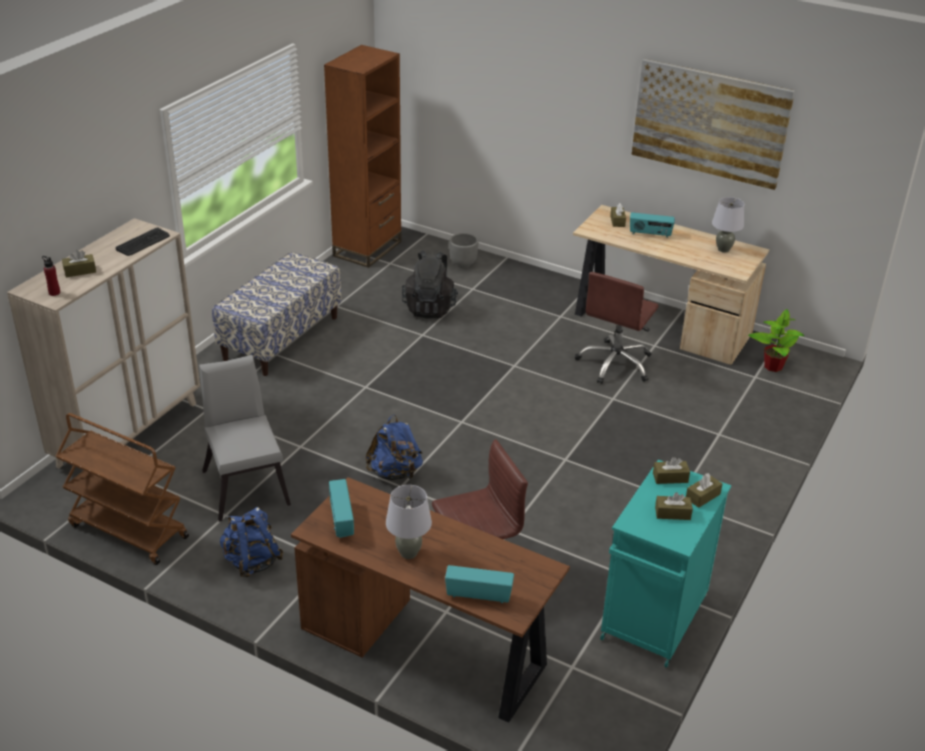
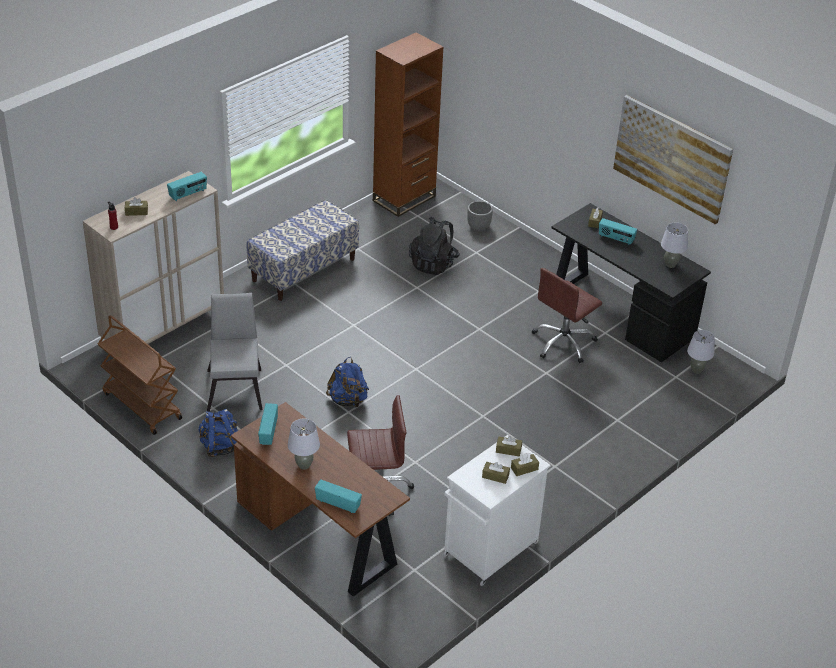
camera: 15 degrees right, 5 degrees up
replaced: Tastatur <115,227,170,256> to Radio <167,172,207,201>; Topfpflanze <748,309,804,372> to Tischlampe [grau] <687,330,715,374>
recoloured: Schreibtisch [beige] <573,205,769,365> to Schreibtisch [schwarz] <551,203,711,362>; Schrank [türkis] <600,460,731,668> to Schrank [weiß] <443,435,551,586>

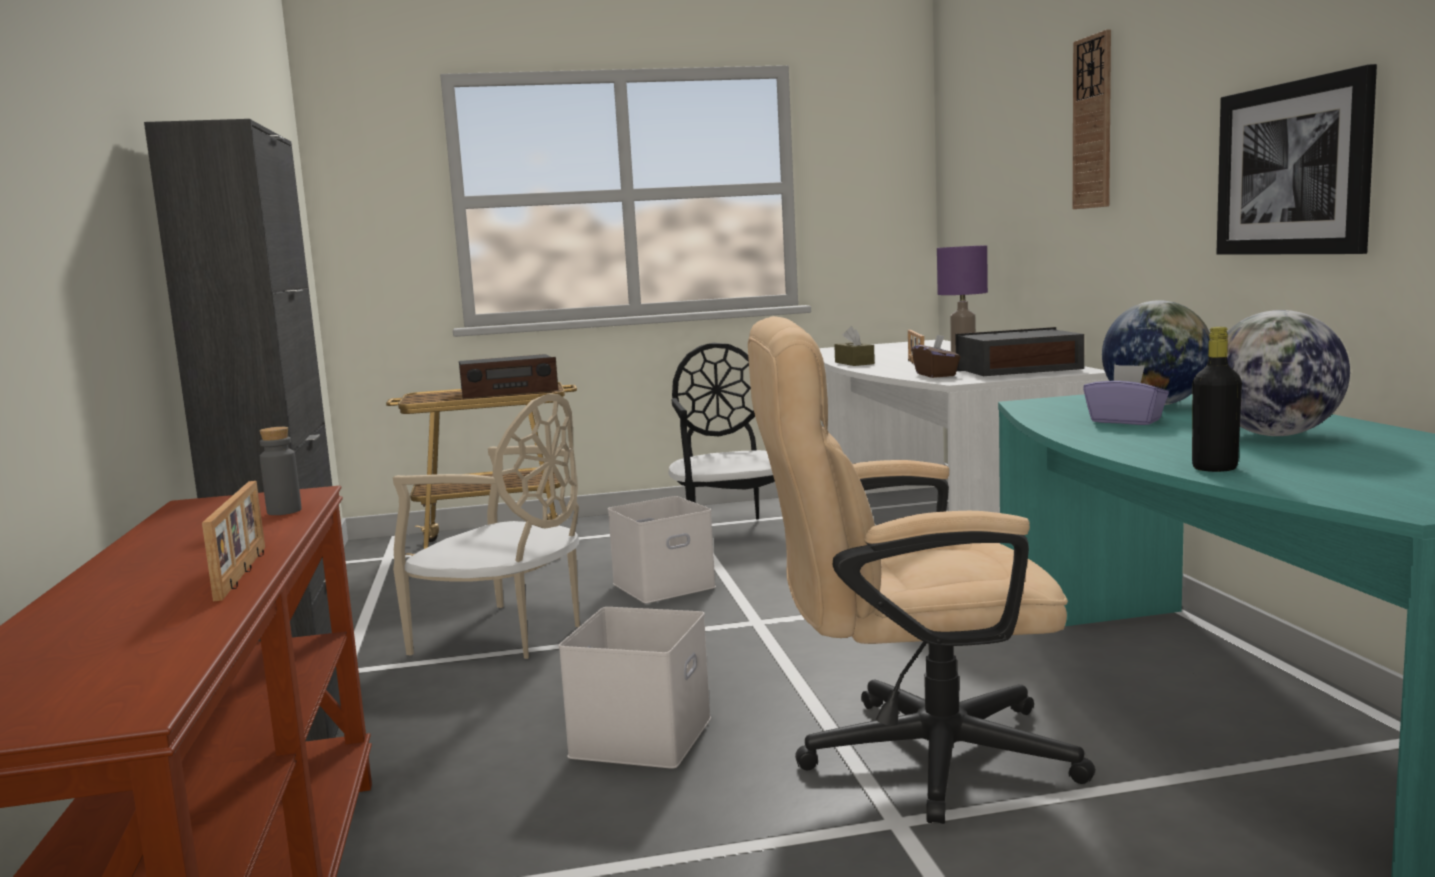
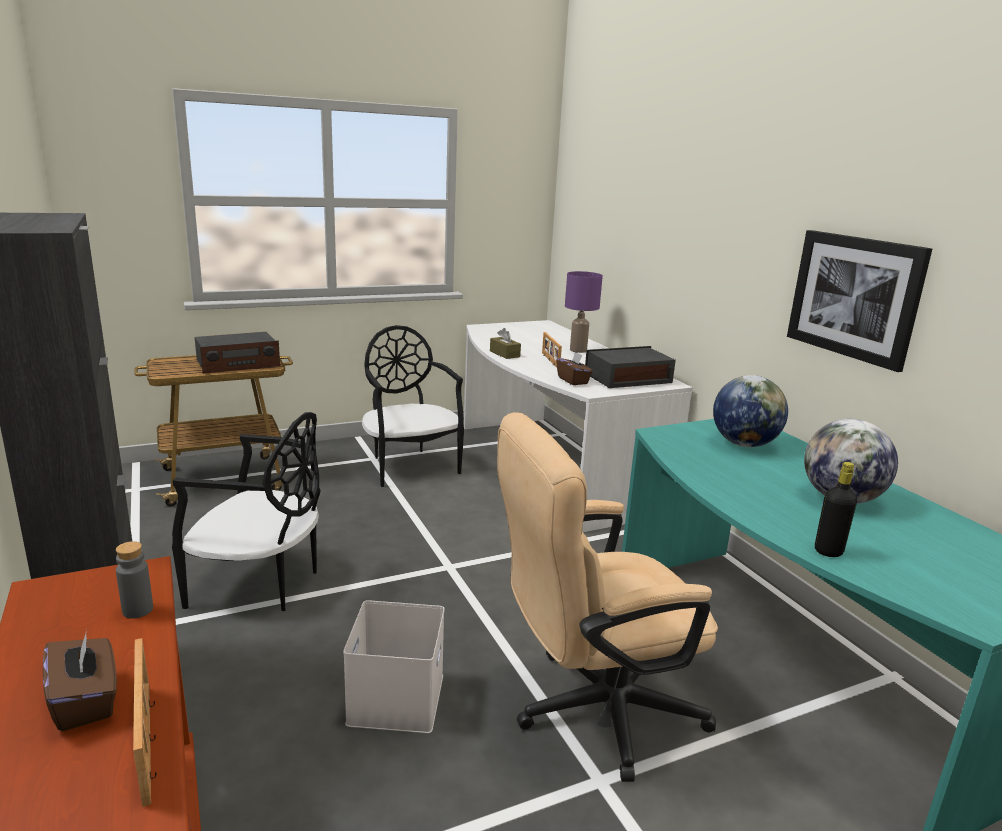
camera: 15 degrees left, 10 degrees up
removed: Aufbewahrungsbox [weiß] <608,496,716,603>; Wanduhr <1073,30,1111,209>; Taschentuchbox [lila] <1083,364,1169,425>
added: Taschentuchbox [braun] <43,630,117,732>
recoloured: Stuhl [beige] <393,393,580,659> to Stuhl [schwarz] <172,412,321,611>

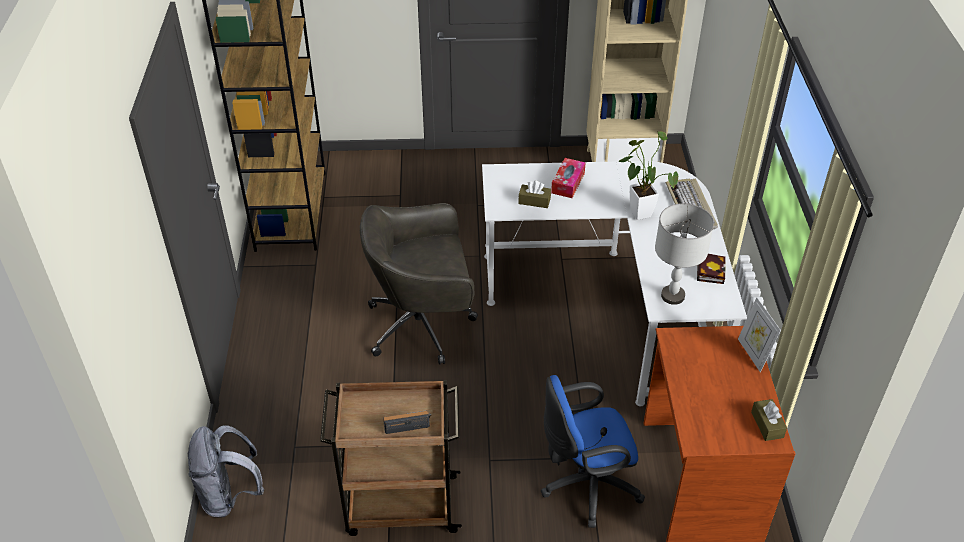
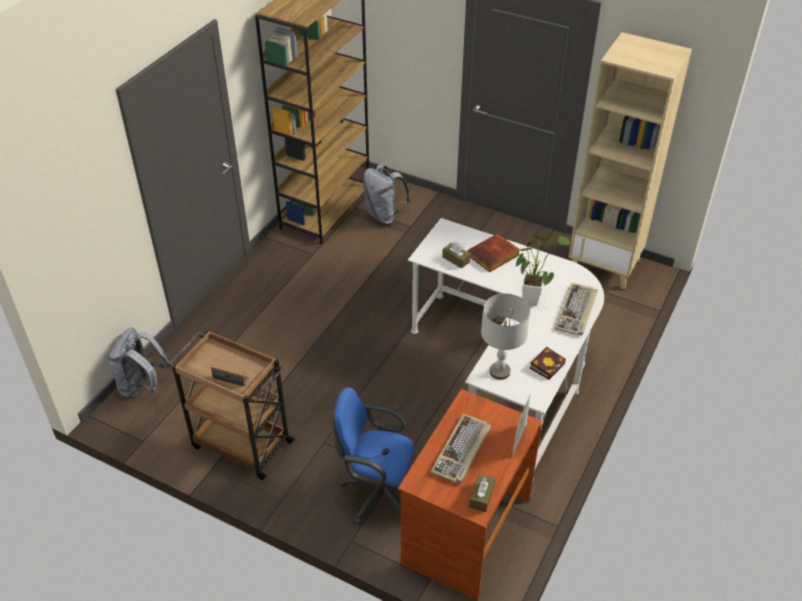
camera: 30 degrees right, 0 degrees up
removed: Bürostuhl [grau] <360,203,478,364>
added: Rucksack [grau] <363,165,411,224>; Tastatur <430,414,491,483>
replaced: Taschentuchbox <551,158,586,198> to Buch <467,233,520,272>

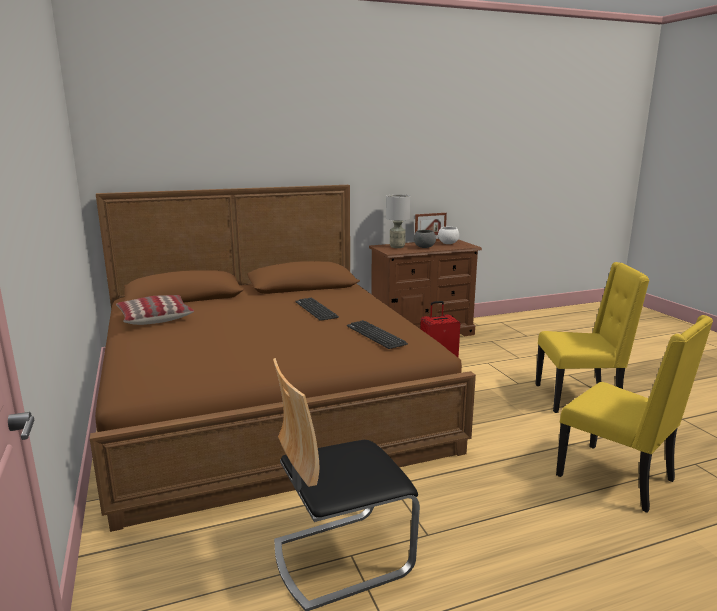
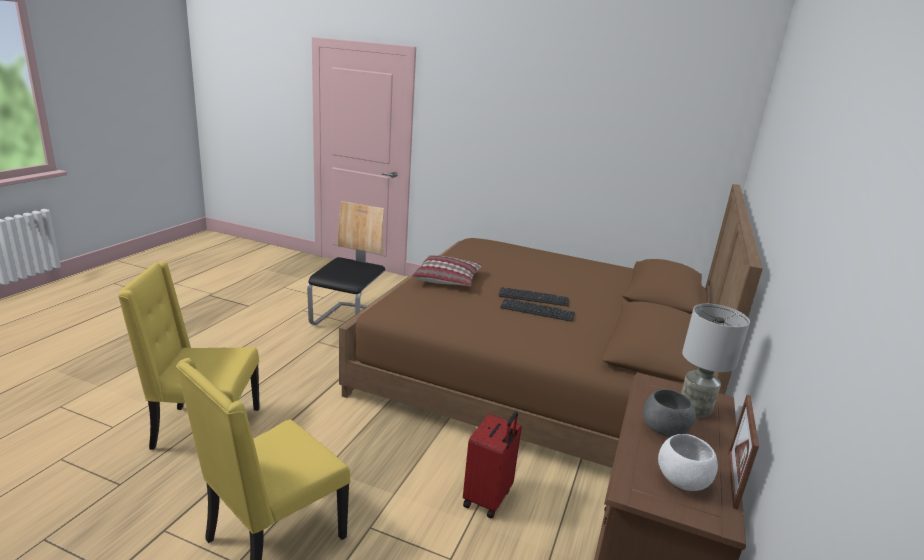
camera: 130 degrees right, 5 degrees up
moved: Kissen <116,295,194,325> to <412,255,483,286>; Tastatur <347,320,408,349> to <498,287,569,306>

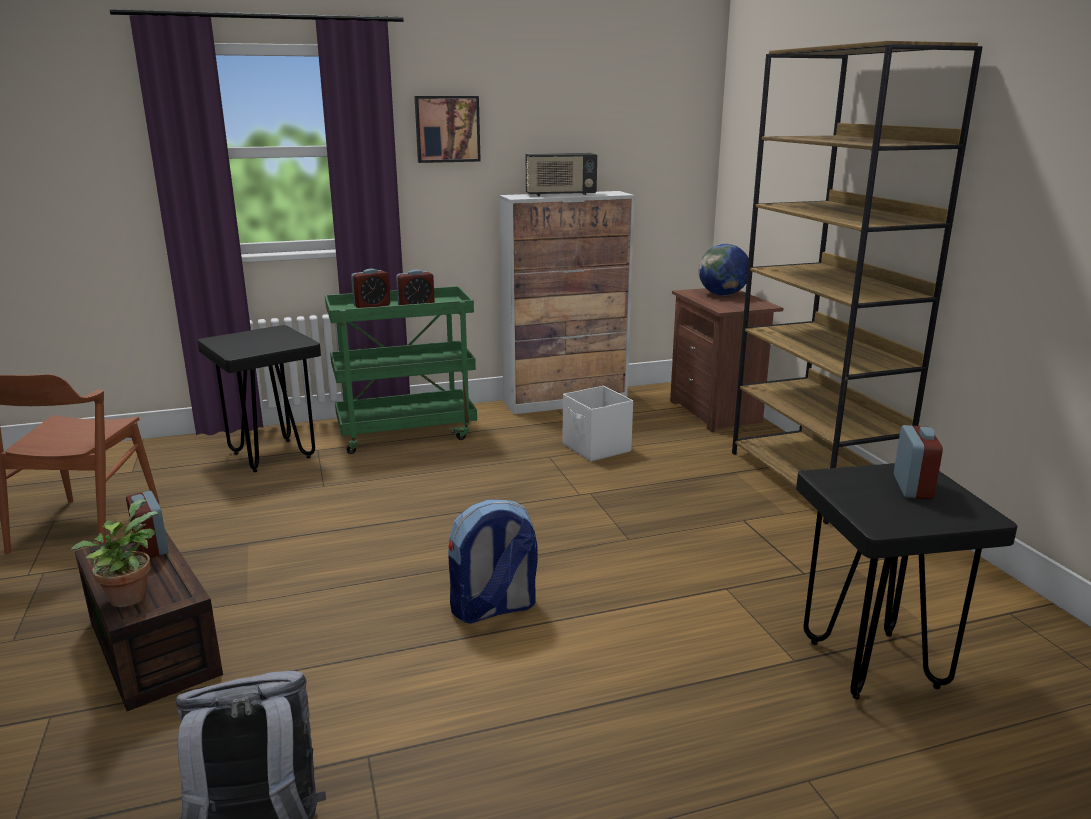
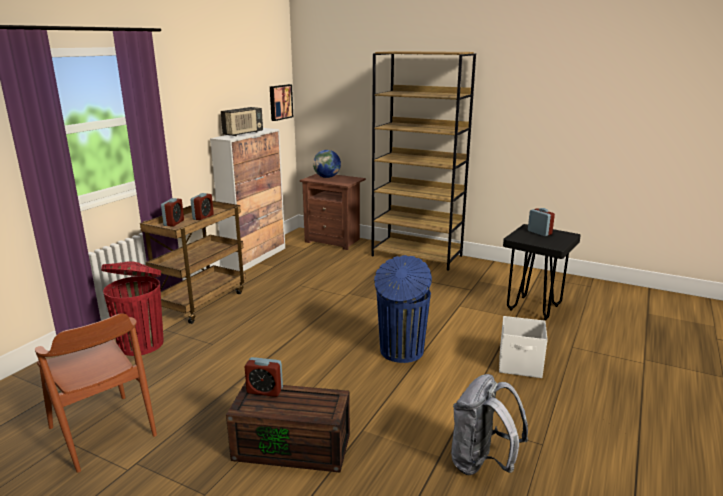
camera: 45 degrees left, 0 degrees up
removed: Topfpflanze <71,499,159,607>
moved: Bild <414,96,481,163> to <270,84,293,121>; Aufbewahrungsbox [weiß] <563,386,633,461> to <499,316,548,378>
replaced: Hocker [schwarz] <197,325,321,472> to Mülleimer [rot] <101,261,163,356>; Rucksack <448,500,538,624> to Mülleimer [blau] <374,255,432,363>
recoloured: Rollwagen [grün] <325,286,477,454> to Rollwagen [braun] <140,201,246,324>

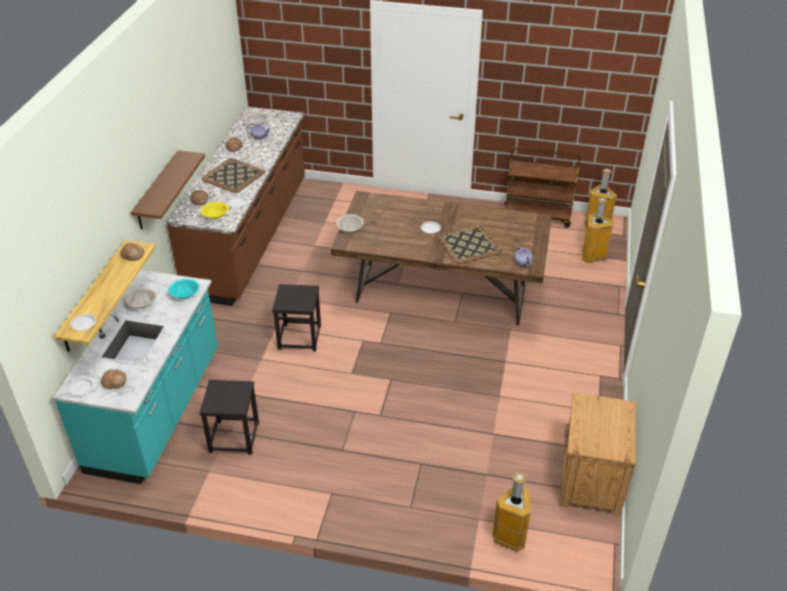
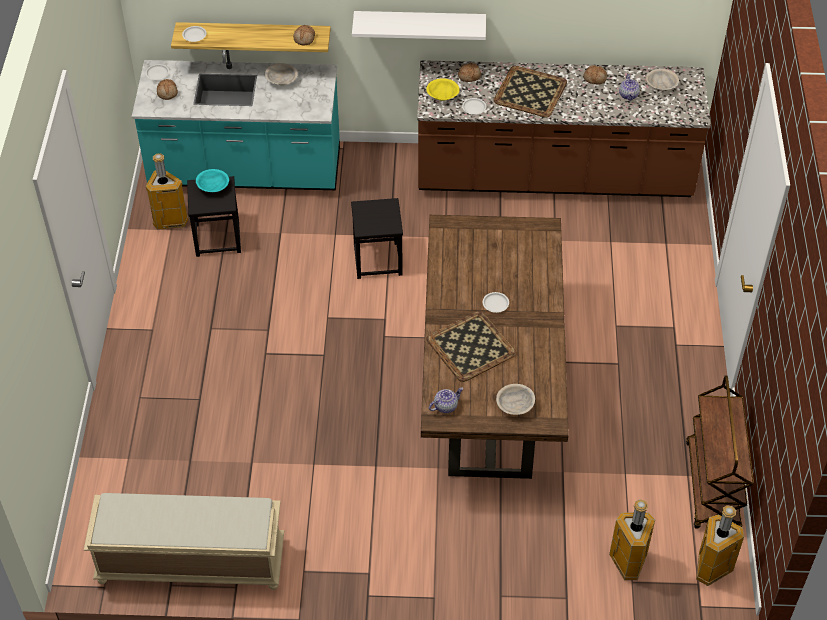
camera: 80 degrees right, 10 degrees up
moved: Schüssel [türkis] <168,279,200,299> to <196,169,229,192>; Schüssel [beige] <336,214,363,232> to <496,384,535,415>; Mülleimer <493,473,531,552> to <146,153,189,230>
replaced: Nachttisch [braun] <559,392,636,516> to Bank [beige] <84,493,284,590>
recoloured: Wandregal [braun] <131,150,205,230> to Wandregal [weiß] <352,11,486,40>

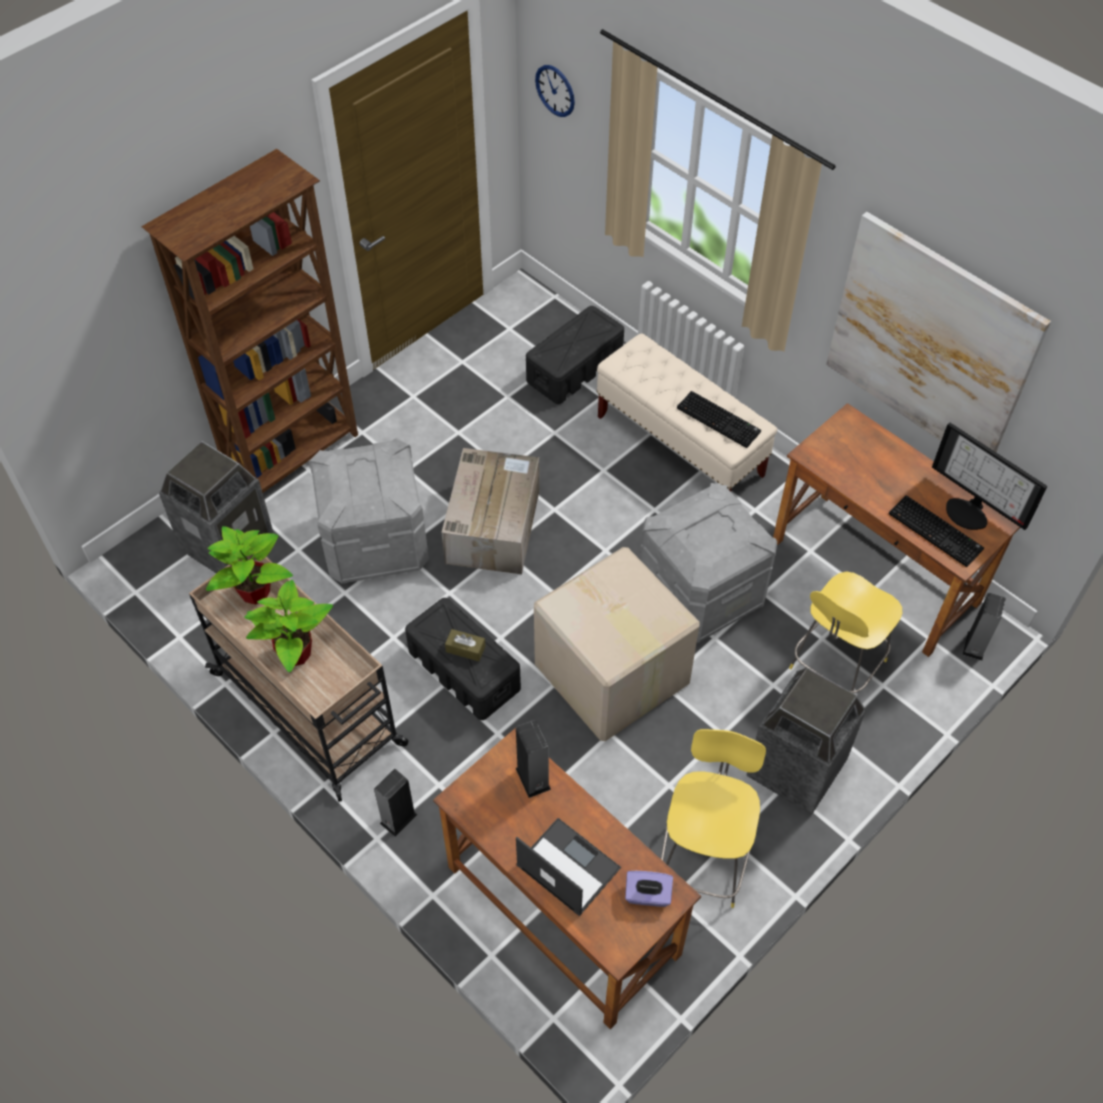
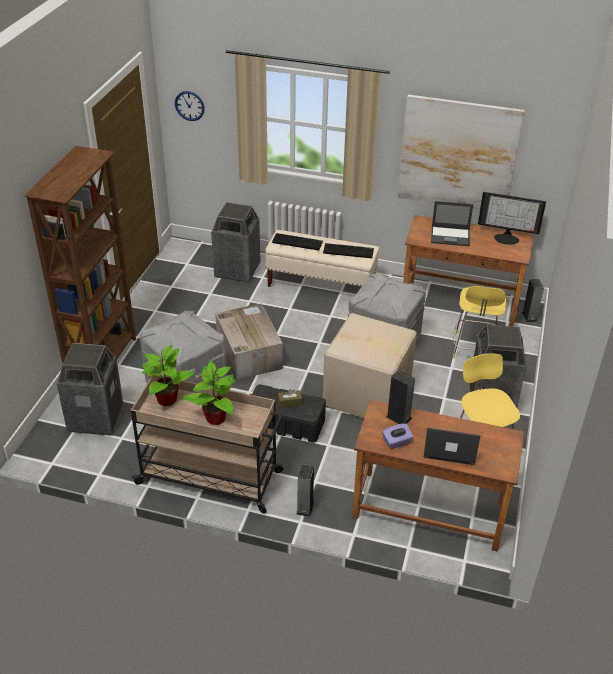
camera: 30 degrees left, 15 degrees down
added: Laptop <431,201,473,246>
moved: Taschentuchbox [lila] <625,871,673,907> to <382,423,413,449>; Tastatur <889,495,984,567> to <272,233,323,250>
replaced: Aufbewahrungsbox [schwarz] <526,306,624,404> to Mülleimer <211,202,261,283>

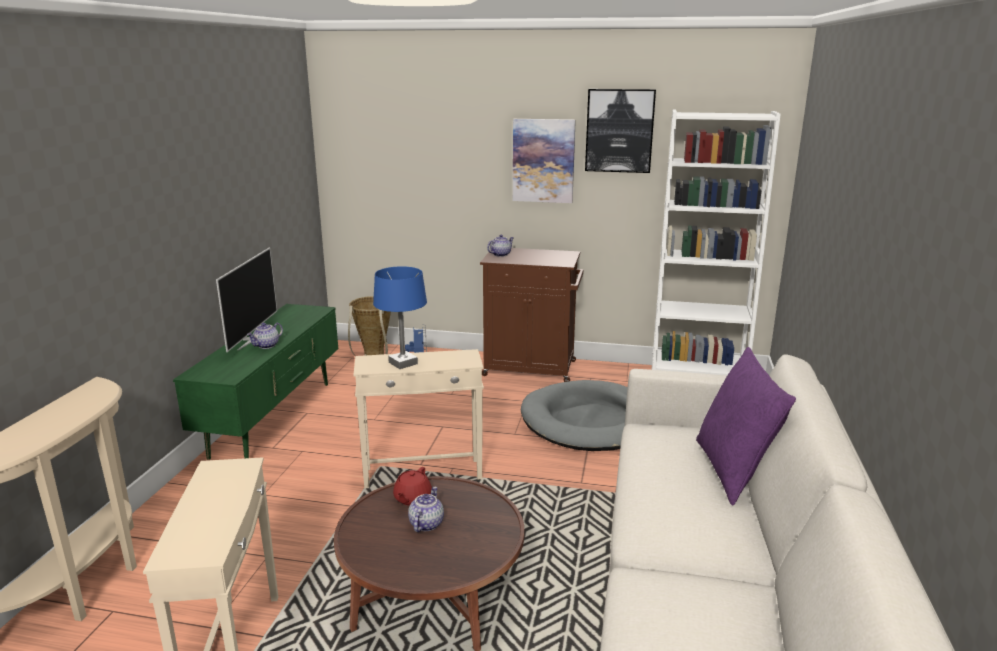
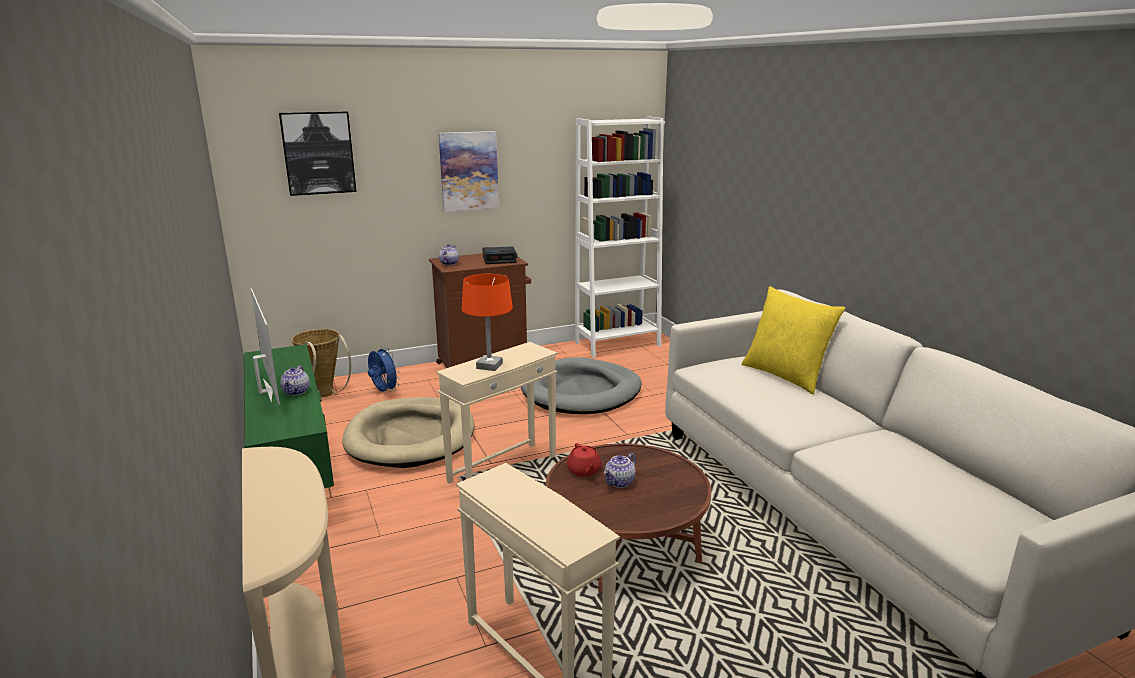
camera: 35 degrees left, 0 degrees up
added: Hundebett [beige] <342,397,474,468>; Wecker <483,246,517,264>
moved: Bild <585,89,656,173> to <279,112,356,196>
recoloured: Tischlampe [blau] <373,266,427,369> to Tischlampe [orange] <462,274,513,371>; Kissen [lila] <696,347,796,505> to Kissen [gelb] <742,286,845,395>
turned: Teekanne <408,487,444,532> = <604,453,636,488> 120 degrees counterclockwise

